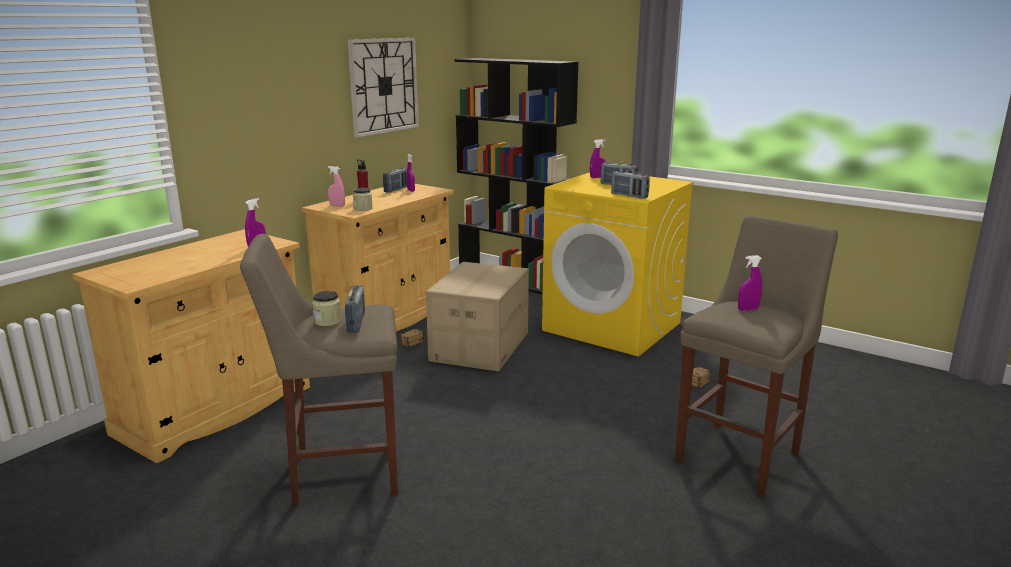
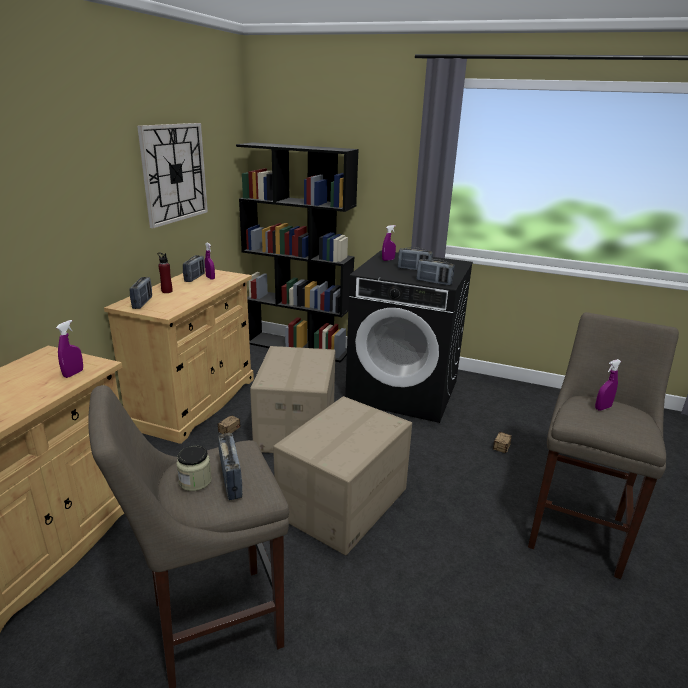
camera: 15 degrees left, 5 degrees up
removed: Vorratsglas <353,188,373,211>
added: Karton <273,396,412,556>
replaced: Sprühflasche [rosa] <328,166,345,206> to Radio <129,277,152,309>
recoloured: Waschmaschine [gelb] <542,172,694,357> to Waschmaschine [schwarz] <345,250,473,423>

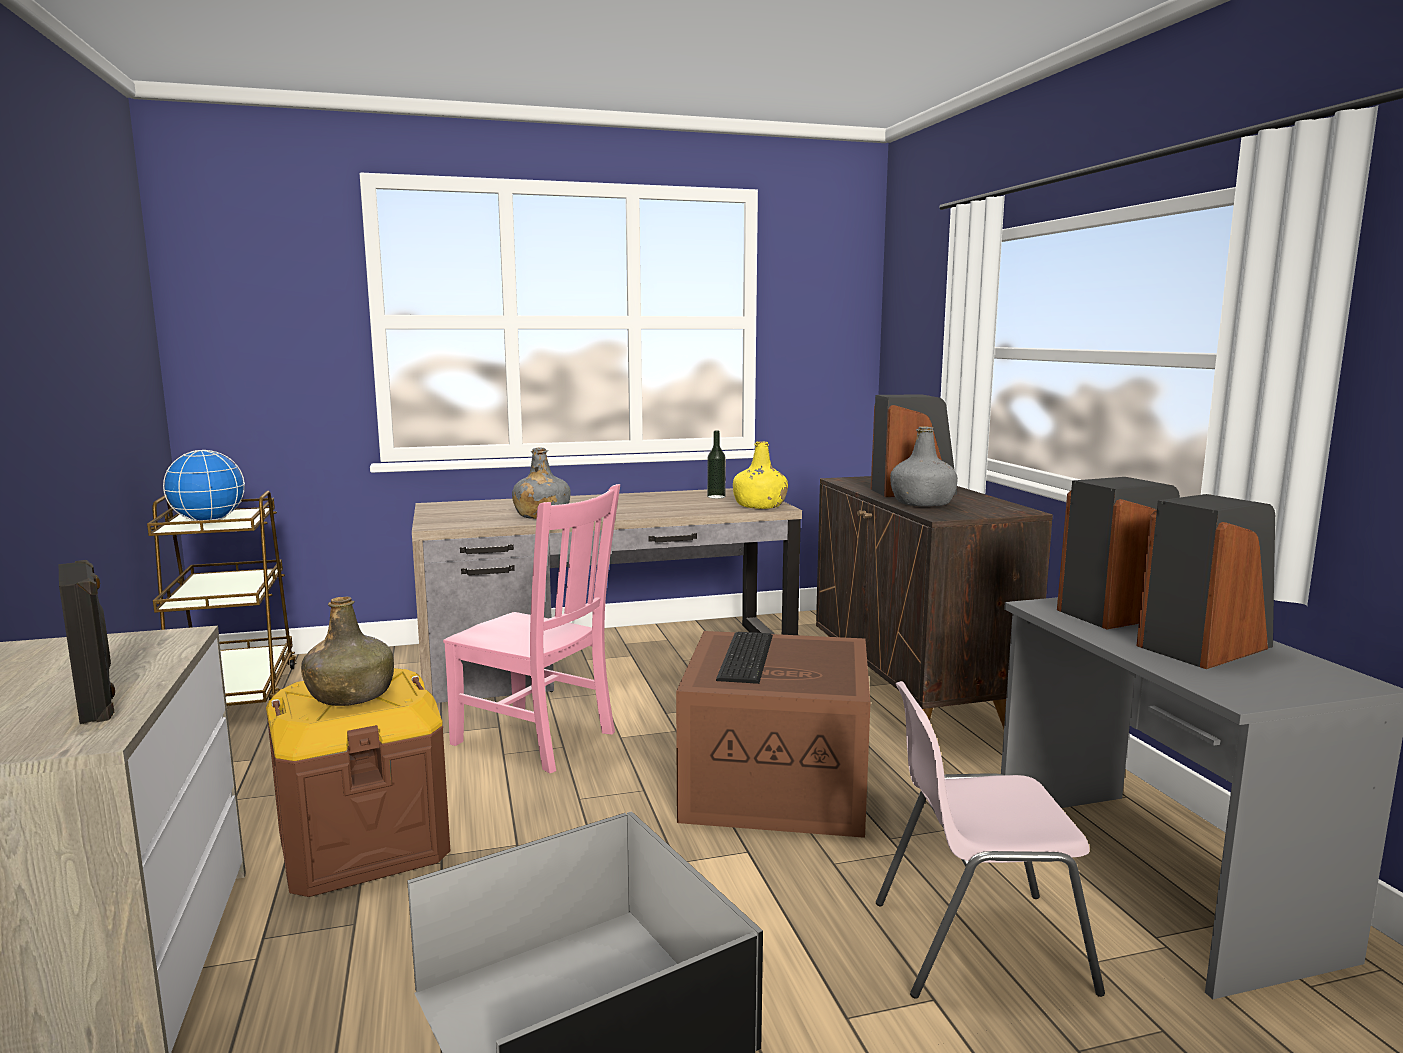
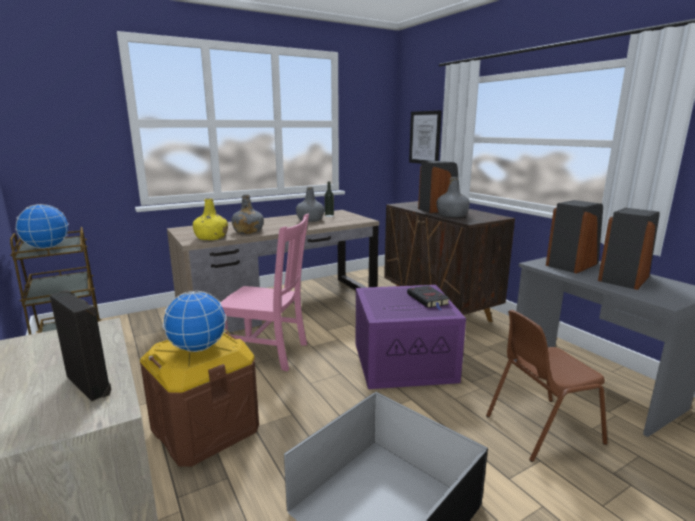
camera: 15 degrees left, 5 degrees up
removed: Tastatur <716,632,773,684>
added: Flasche [grau] <296,187,324,222>; Buch [schwarz] <407,285,450,310>; Bild <409,110,442,164>
moved: Flasche [gelb] <733,441,788,509> to <193,198,228,240>
replaced: Flasche [grün] <301,597,394,706> to Globus <163,291,227,352>
recoloured: Aufbewahrungsbox [braun] <676,631,871,838> to Aufbewahrungsbox [lila] <356,285,466,389>; Stuhl [rosa] <876,681,1105,999> to Stuhl [braun] <486,310,607,462>

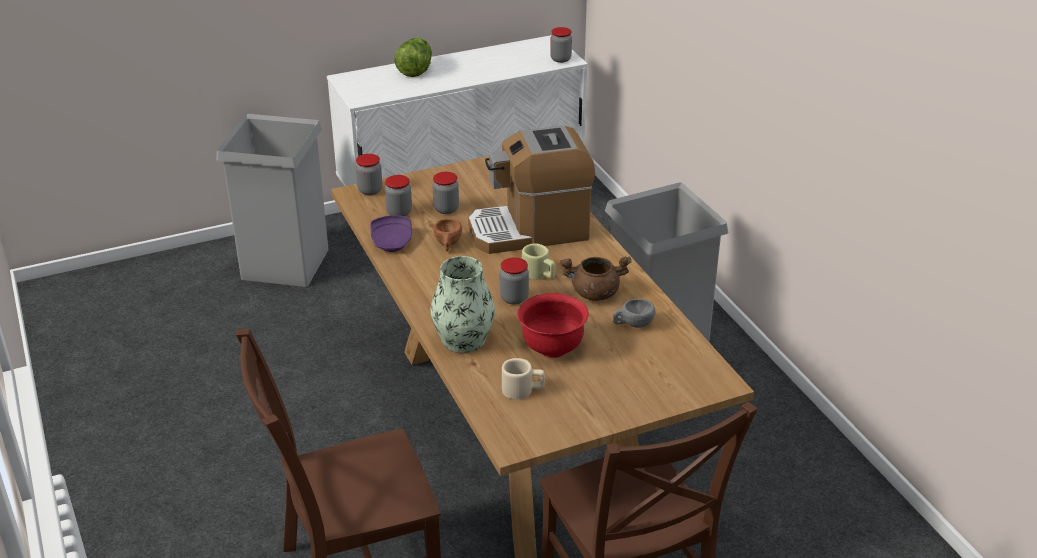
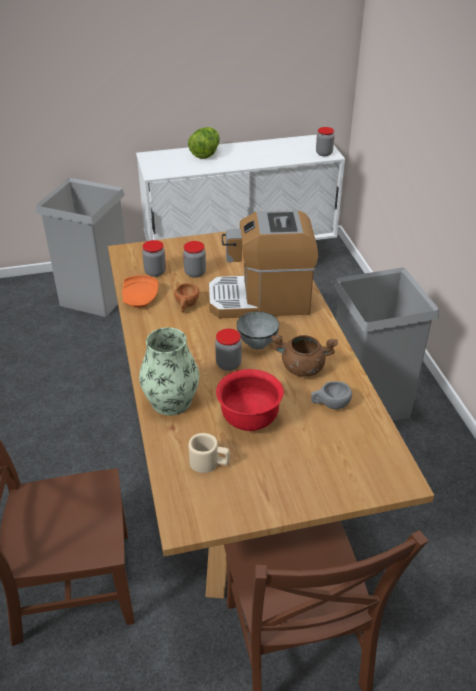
camera: 10 degrees right, 5 degrees up
removed: Vorratsglas <356,154,382,195>
replaced: Henkelbecher [beige] <522,243,555,280> to Schüssel [grau] <237,311,279,349>
recoloured: Teller [lila] <370,215,412,252> to Teller [orange] <122,275,158,308>

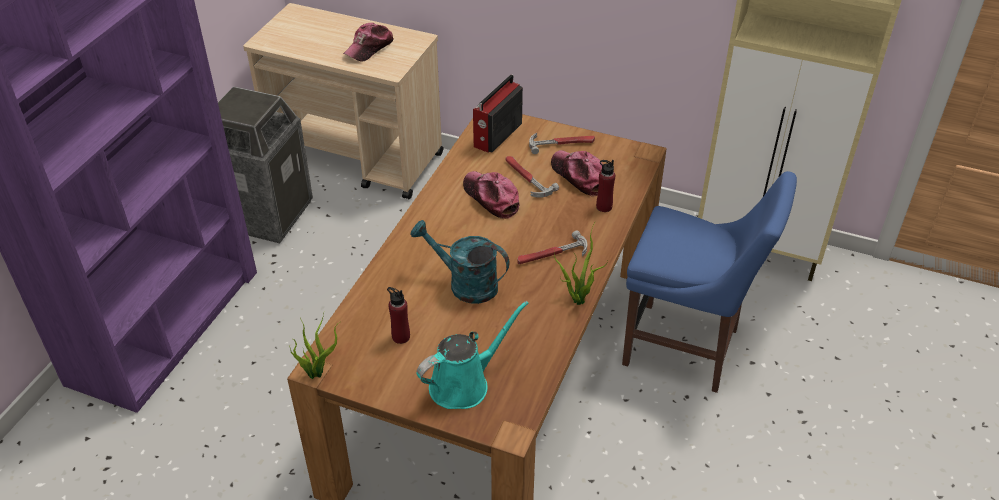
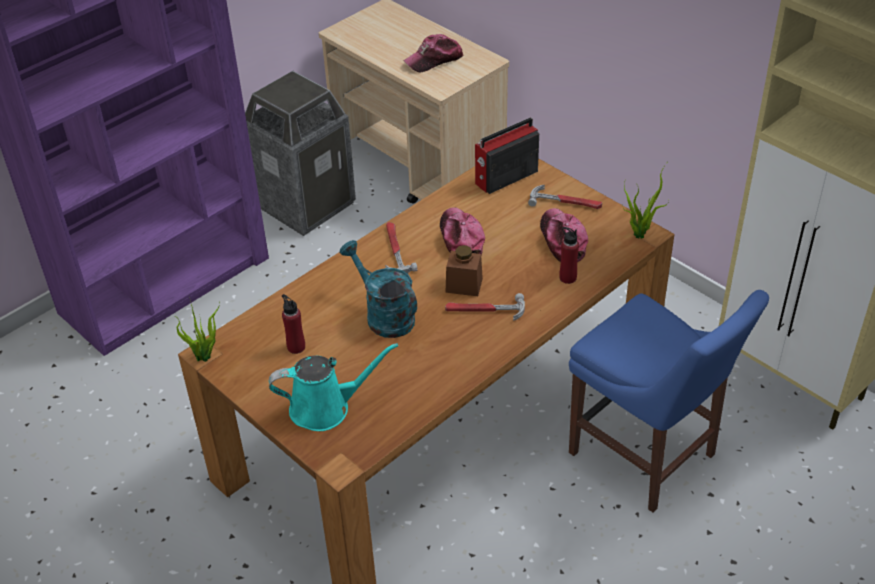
camera: 25 degrees right, 0 degrees up
added: Vorratsglas [braun] <446,245,483,296>
moved: Hammer <505,156,559,198> to <385,222,417,274>; Topfpflanze <554,227,608,305> to <623,164,669,239>

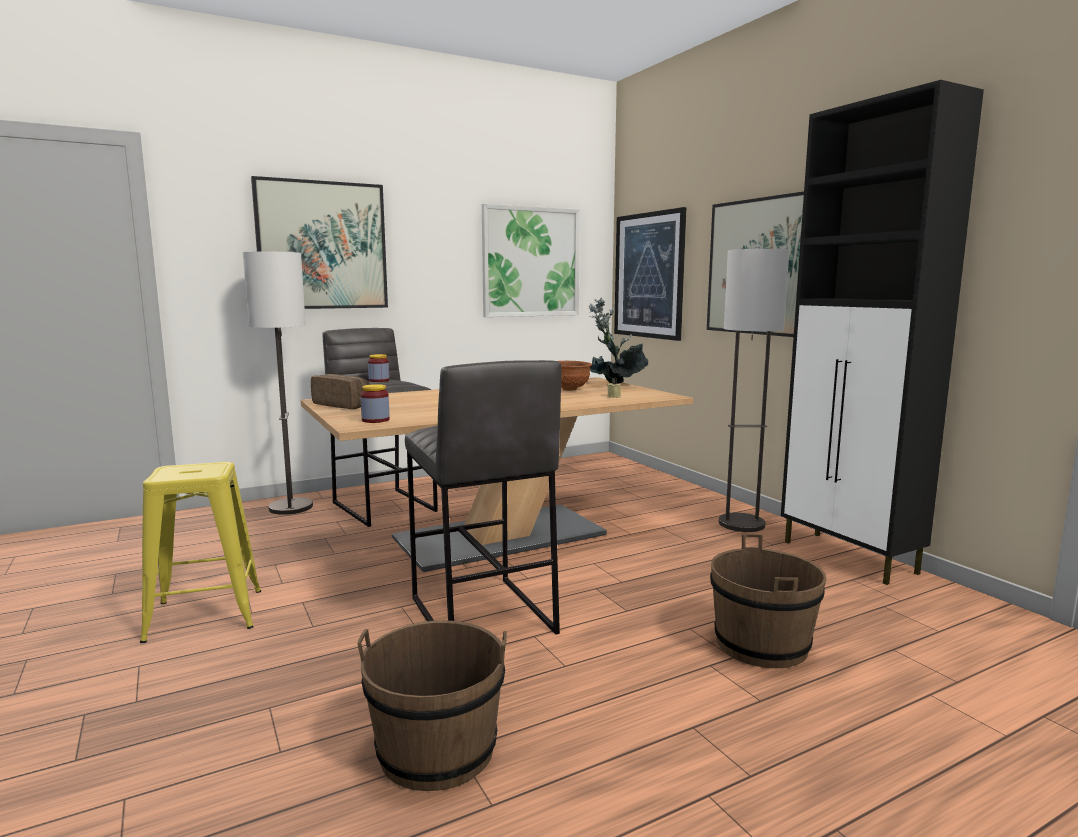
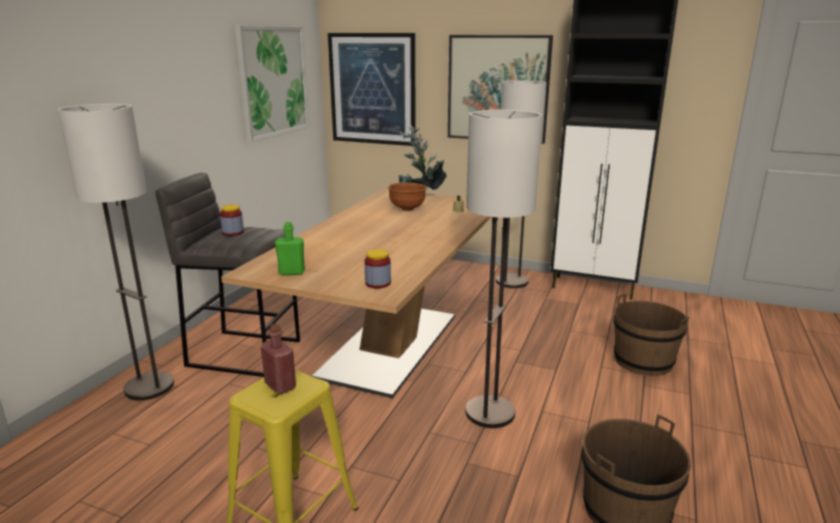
camera: 40 degrees left, 10 degrees up
removed: Bild <251,176,388,309>
added: Flasche [rot] <261,324,296,394>
replaced: Brot <311,374,370,409> to Flasche [grün] <275,222,305,275>; Hocker [grau] <405,360,561,635> to Stehlampe <466,110,542,428>

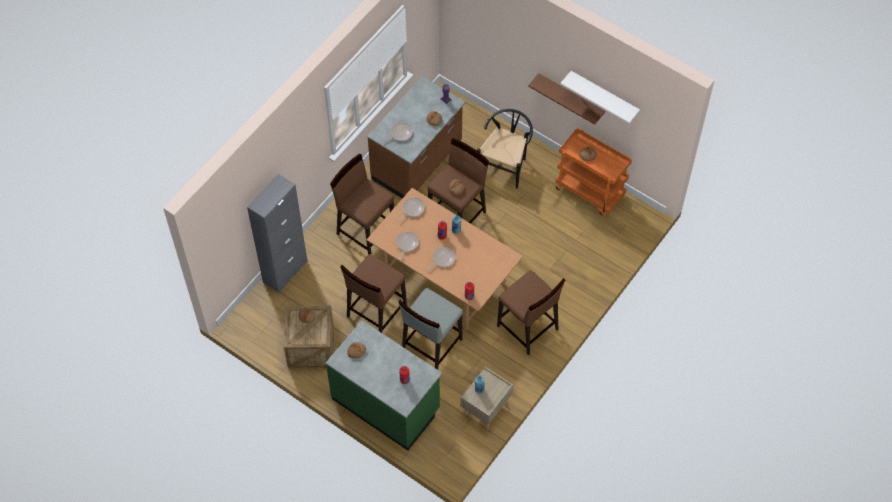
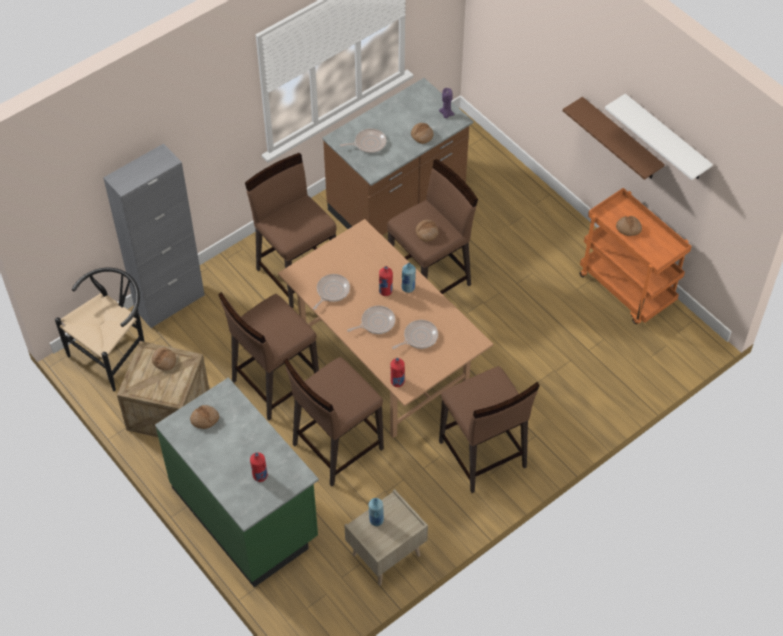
camera: 15 degrees right, 5 degrees down
moved: Pfanne <398,197,425,221> to <392,320,438,349>; Stuhl [schwarz] <477,109,533,189> to <55,267,145,391>
recoloured: Hocker [grau] <399,288,463,370> to Hocker [braun] <284,357,384,487>

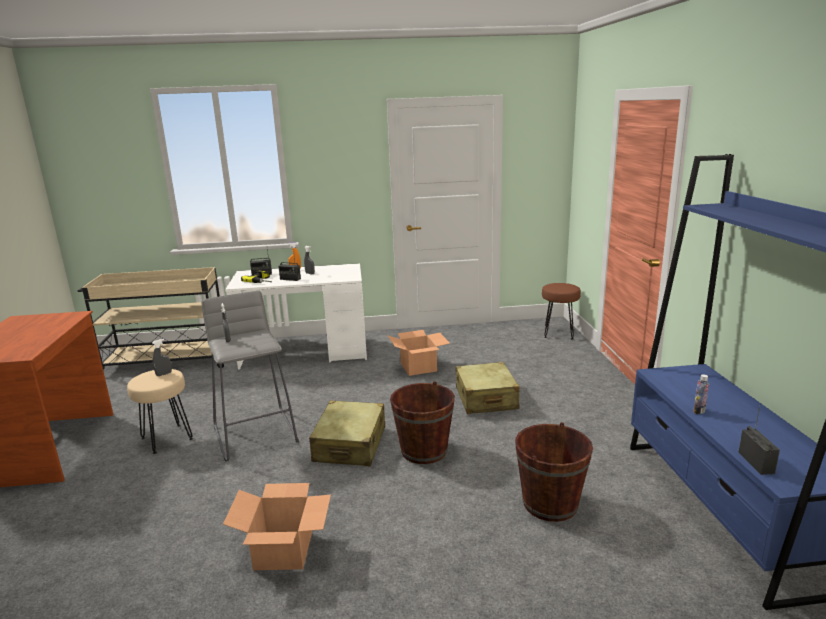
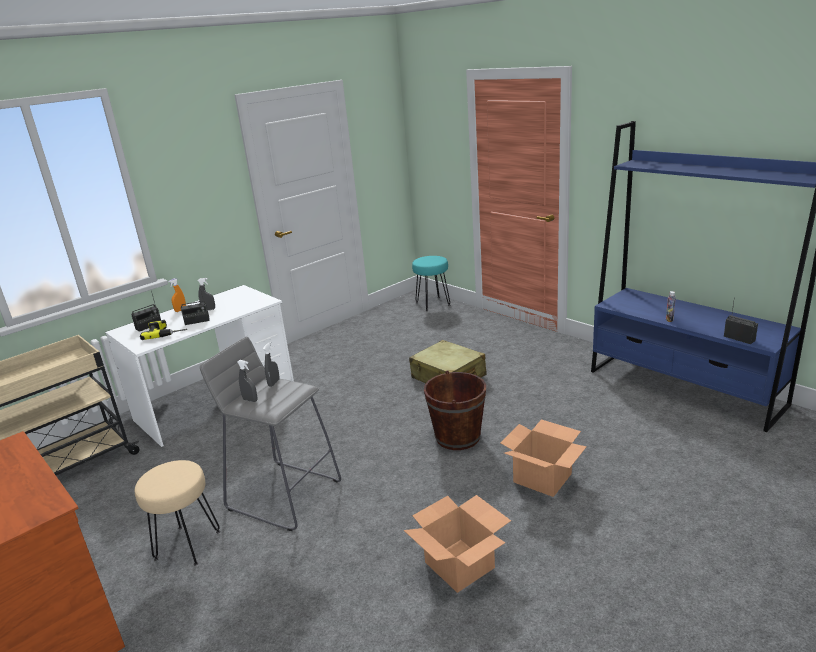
camera: 35 degrees left, 5 degrees up
removed: Koffer [beige] <309,401,385,466>; Eimer [braun] <515,422,593,522>
moved: Sprühflasche [grau] <152,339,172,376> to <263,342,279,387>; Karton <387,330,450,376> to <501,419,587,497>
recoloured: Hocker [braun] <542,283,581,339> to Hocker [türkis] <412,256,450,311>

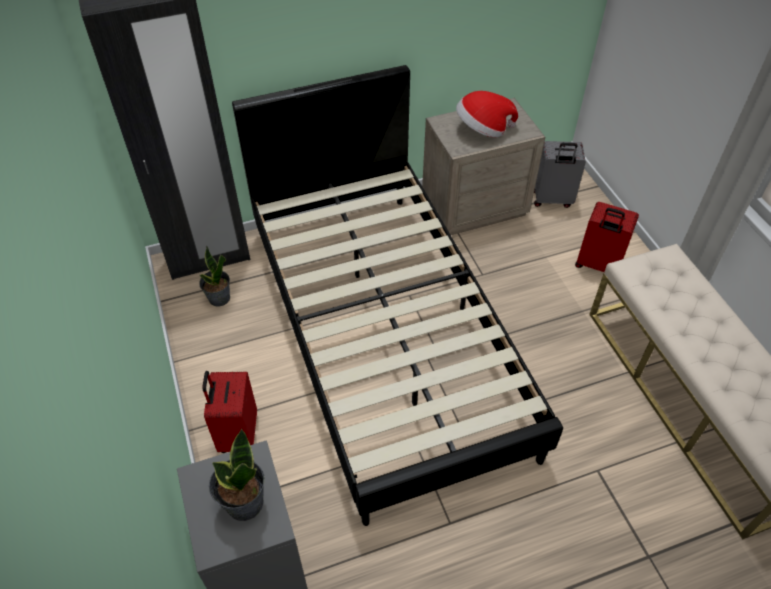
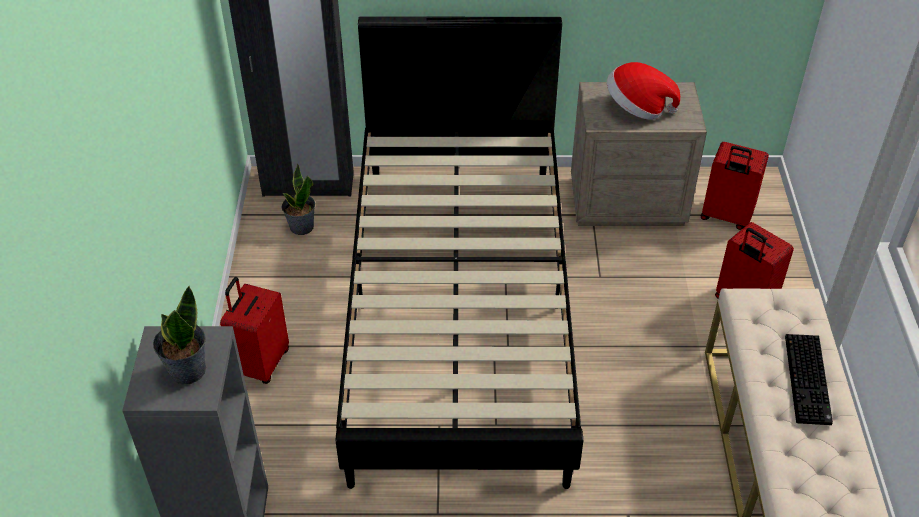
camera: 20 degrees right, 5 degrees down
added: Tastatur <785,334,833,425>
recoloured: Koffer [grau] <534,141,586,208> to Koffer [rot] <701,142,769,230>

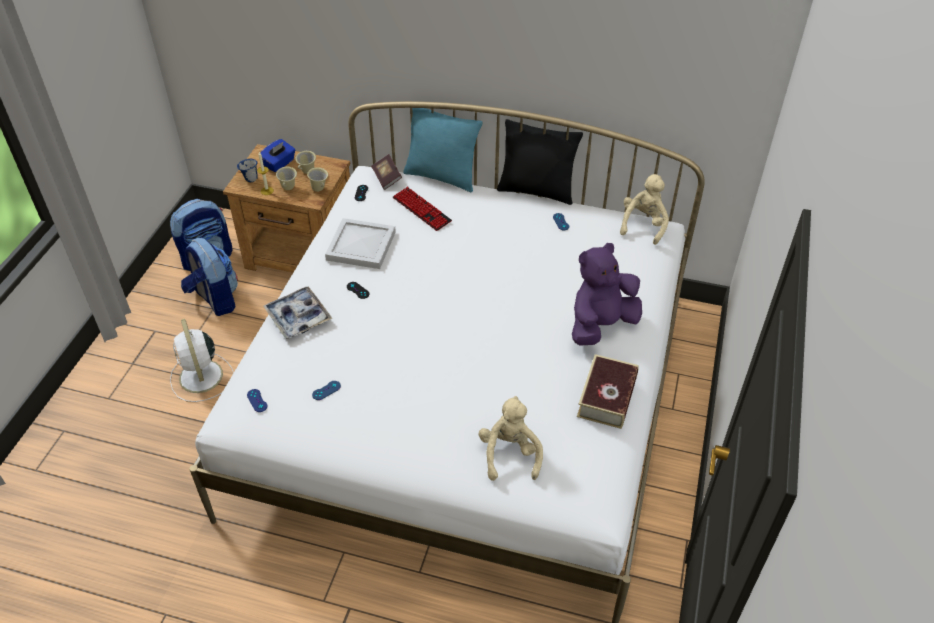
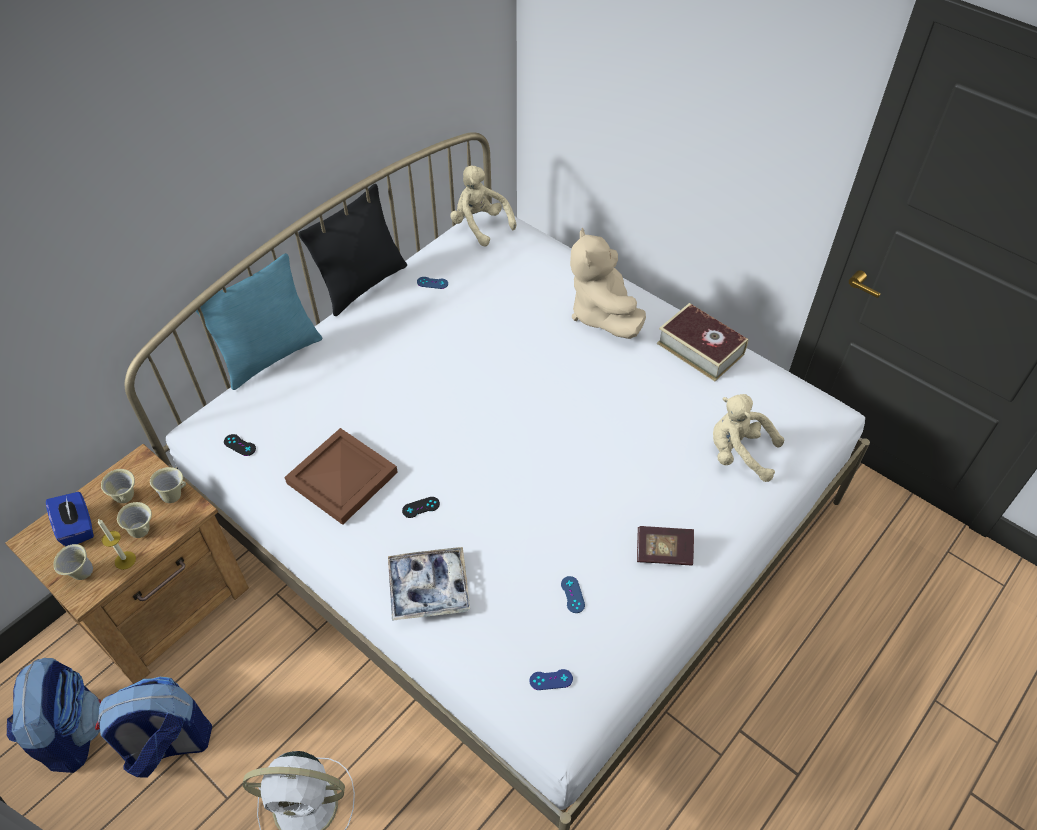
camera: 65 degrees left, 5 degrees up
removed: Tastatur <393,187,452,231>
moved: Buch <371,154,402,190> to <637,526,694,565>
recoloured: Henkelbecher [blau] <237,159,258,182> to Henkelbecher [beige] <53,544,93,580>; Tablett [weiß] <325,218,396,269> to Tablett [braun] <284,428,398,525>; Plüschtier [lila] <572,243,642,346> to Plüschtier [beige] <570,228,646,339>

